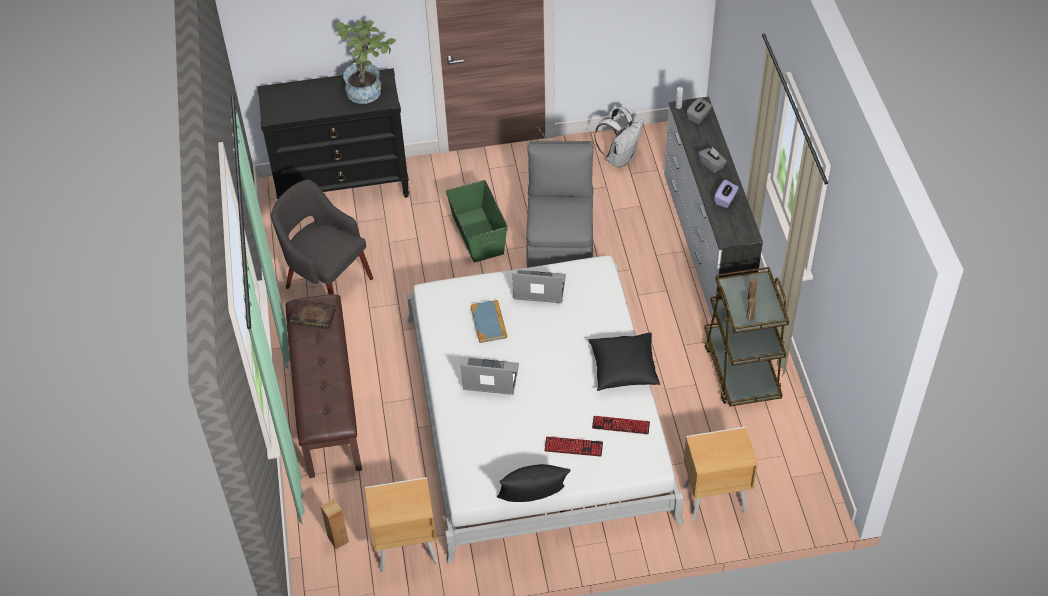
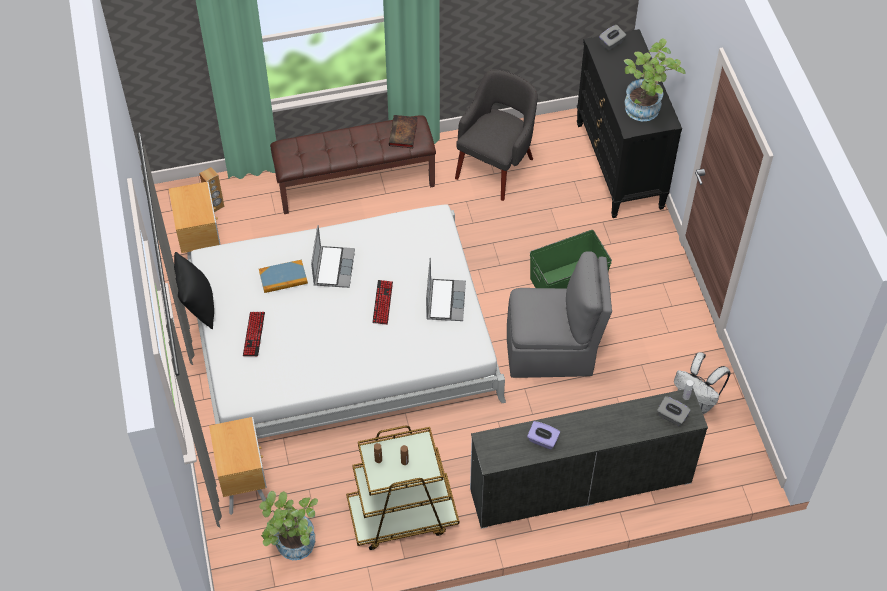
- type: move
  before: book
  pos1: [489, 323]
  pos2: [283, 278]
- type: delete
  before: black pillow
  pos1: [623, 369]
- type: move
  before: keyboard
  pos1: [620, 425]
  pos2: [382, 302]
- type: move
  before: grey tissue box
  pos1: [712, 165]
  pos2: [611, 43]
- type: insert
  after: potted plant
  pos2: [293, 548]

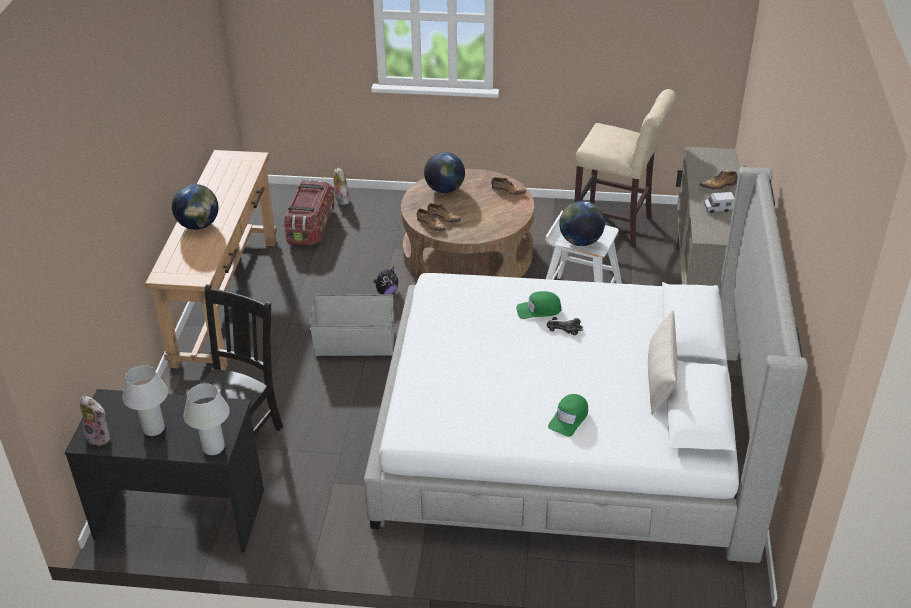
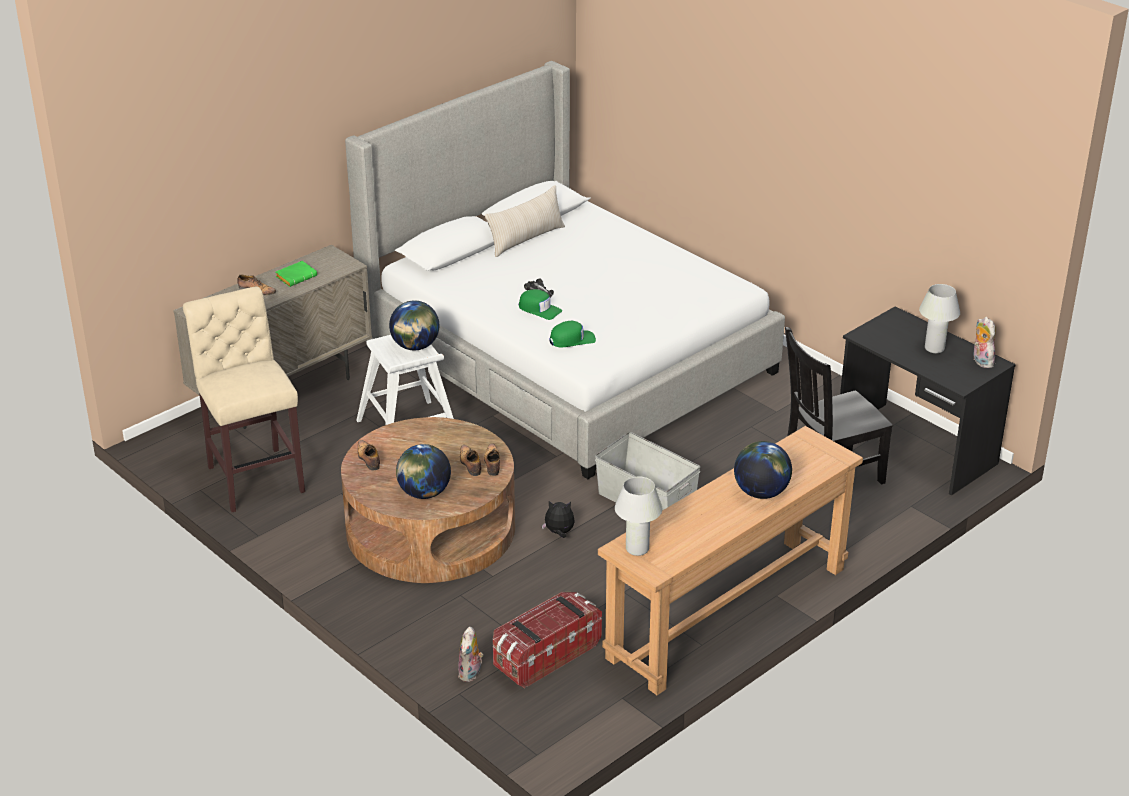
- type: move
  before: white table lamp
  pos1: [213, 447]
  pos2: [637, 549]
- type: move
  before: green cap
  pos1: [569, 418]
  pos2: [572, 339]
- type: replace
  before: toy truck
  after: green book
  pos1: [718, 208]
  pos2: [296, 276]

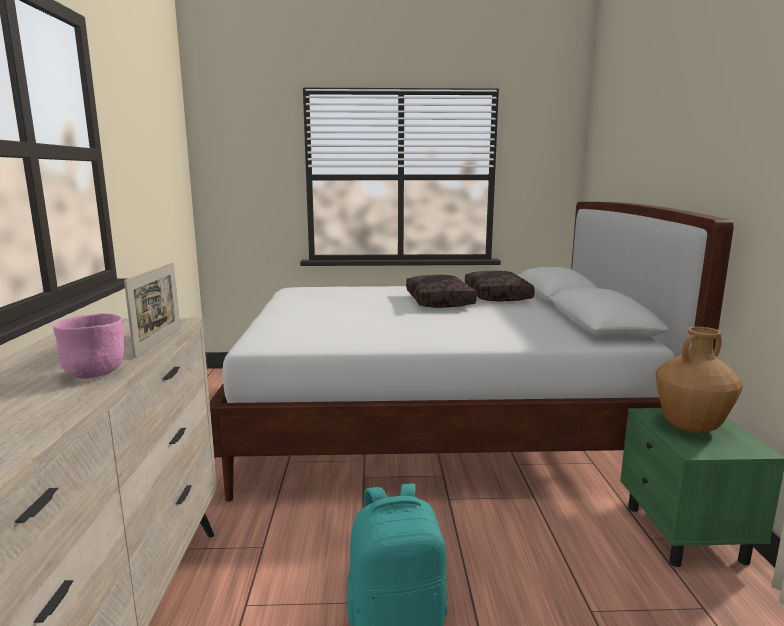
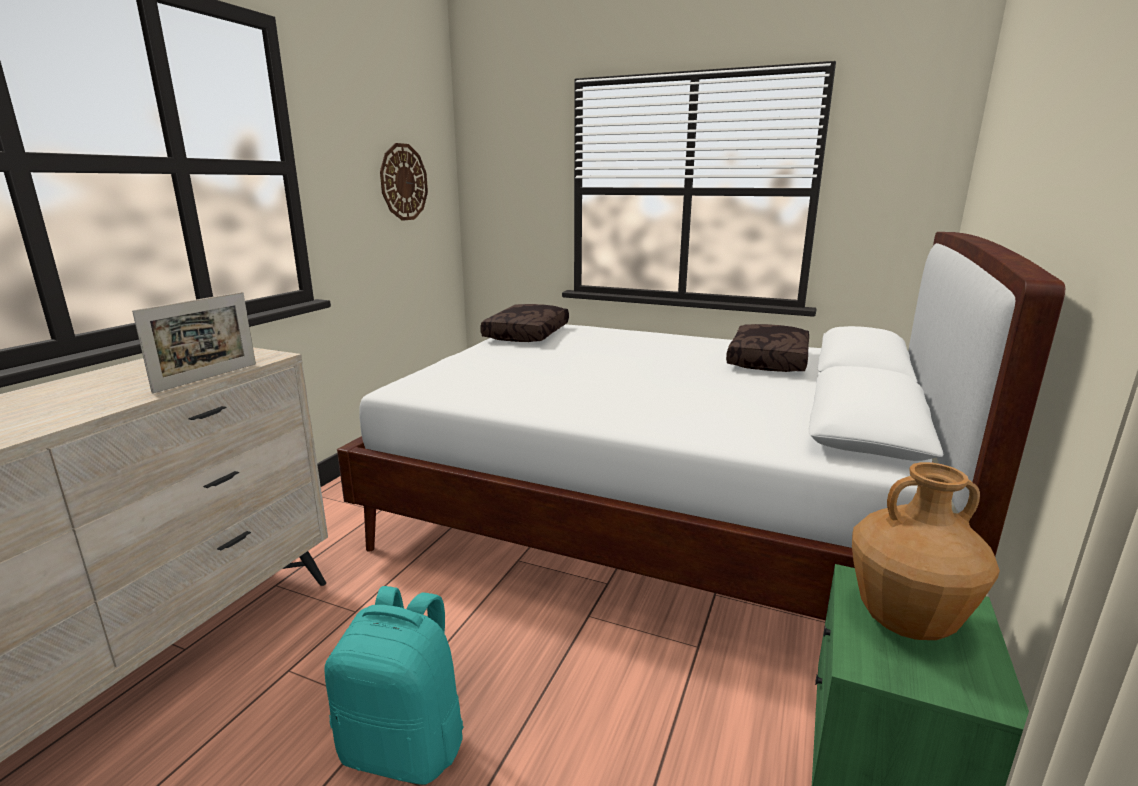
- type: delete
  before: pink bowl
  pos1: [97, 373]
- type: move
  before: brown pillow
  pos1: [440, 301]
  pos2: [528, 334]
- type: insert
  after: wall clock
  pos2: [403, 182]

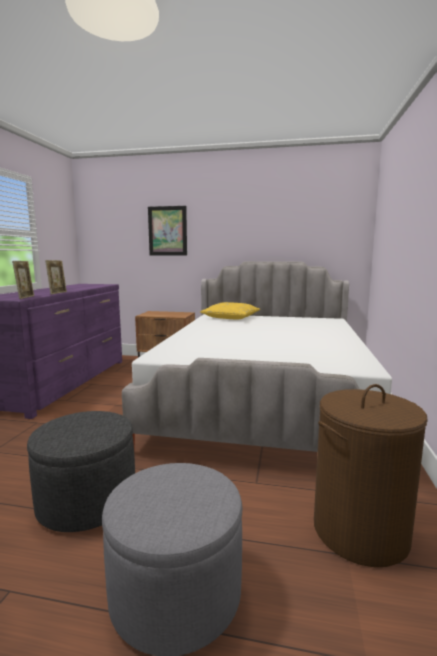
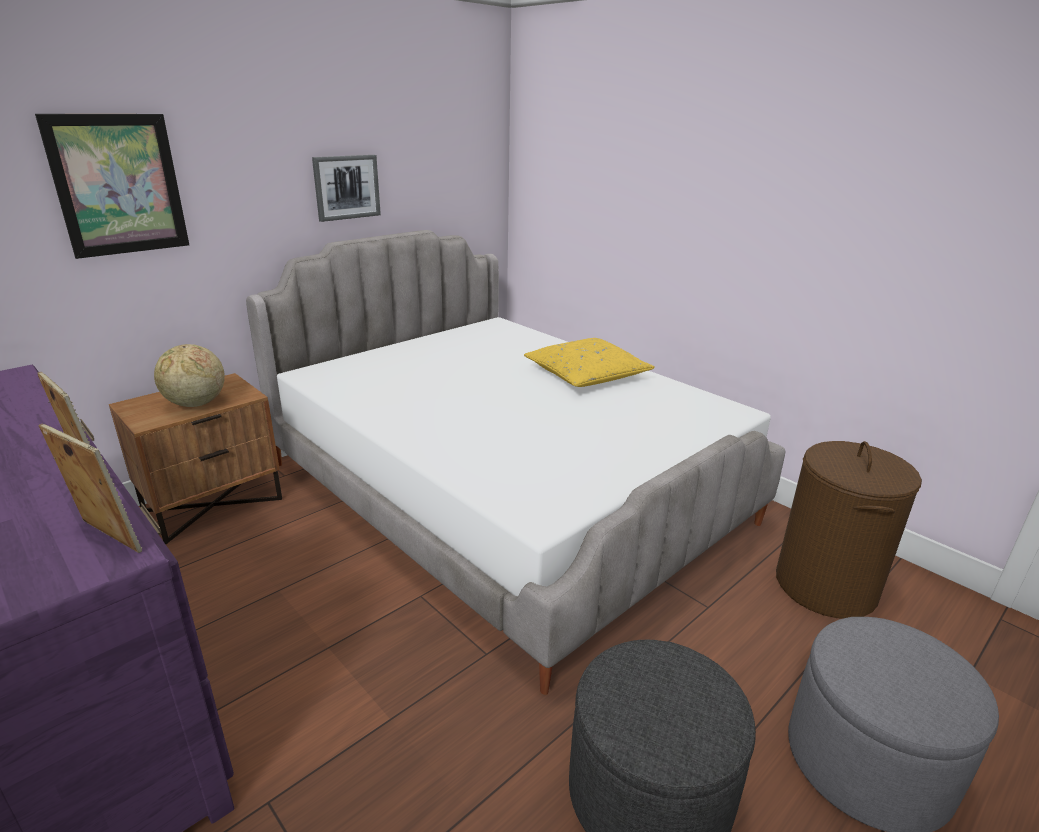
- type: move
  before: yellow pillow
  pos1: [230, 317]
  pos2: [586, 375]
- type: insert
  after: globe
  pos2: [195, 404]
- type: insert
  after: picture
  pos2: [346, 187]

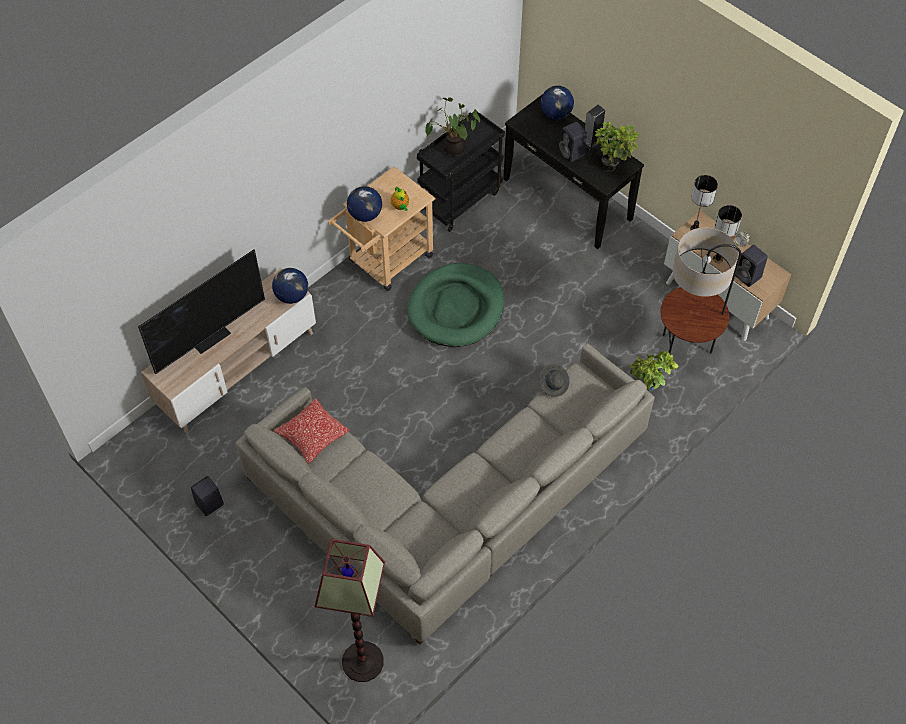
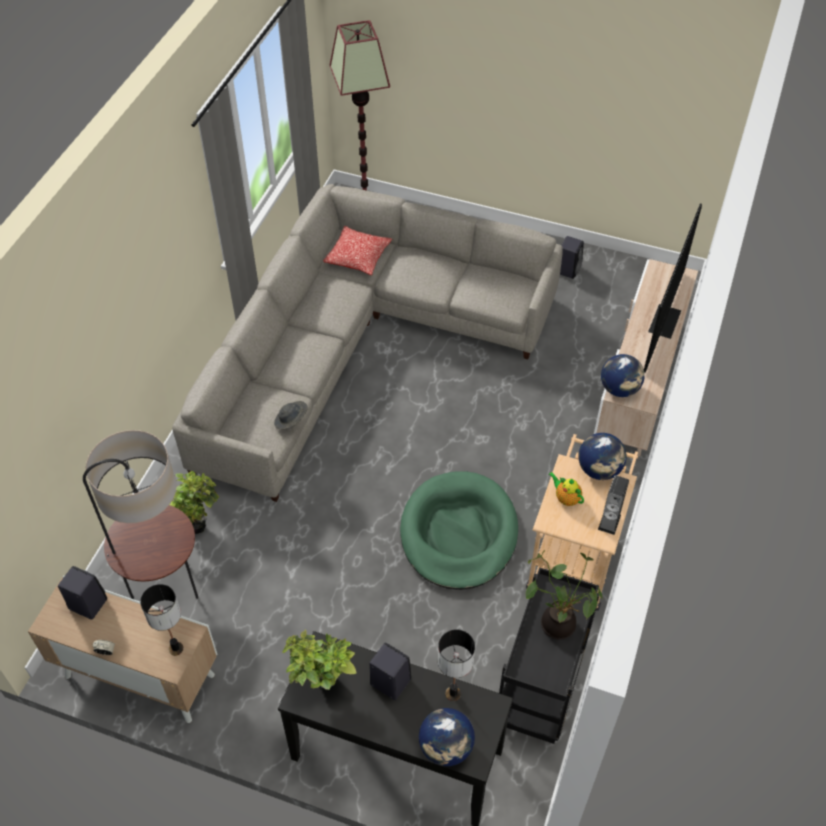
- type: move
  before: pillow
  pos1: [312, 435]
  pos2: [358, 257]
- type: move
  before: speaker
  pos1: [592, 142]
  pos2: [609, 522]
- type: move
  before: table lamp
  pos1: [717, 259]
  pos2: [453, 694]

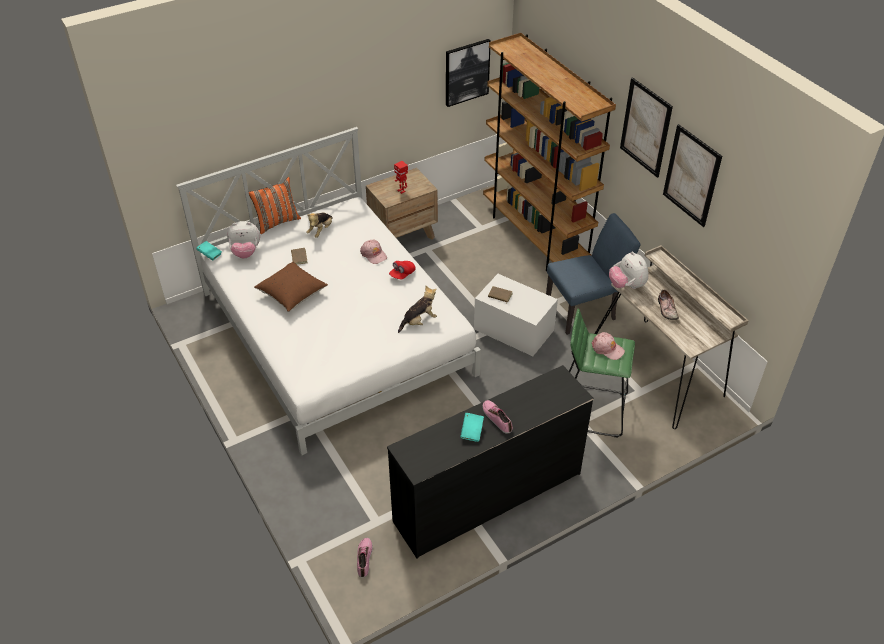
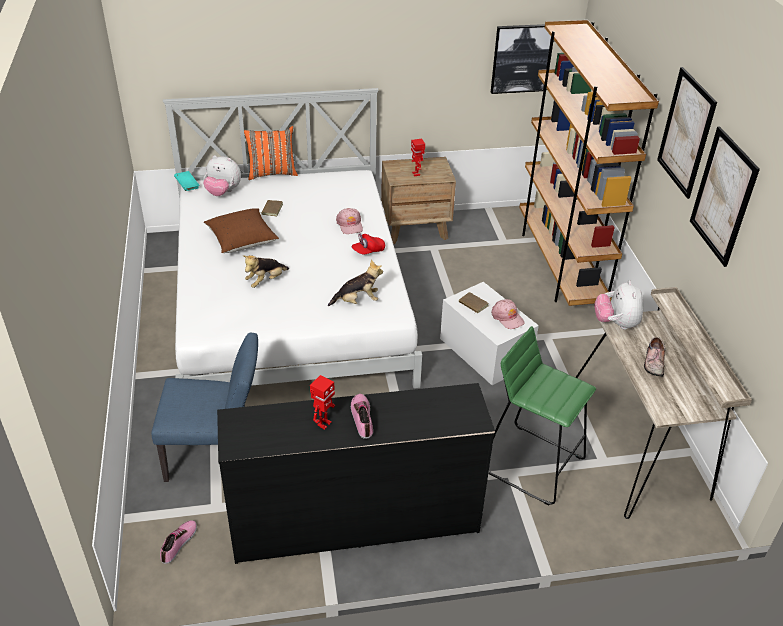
- type: move
  before: plush toy
  pos1: [321, 230]
  pos2: [266, 281]
- type: replace
  before: turquoise book
  after: toy robot
  pos1: [472, 431]
  pos2: [323, 423]
- type: move
  before: blue chair
  pos1: [585, 310]
  pos2: [217, 456]
- type: move
  before: pink cap
  pos1: [607, 348]
  pos2: [507, 317]

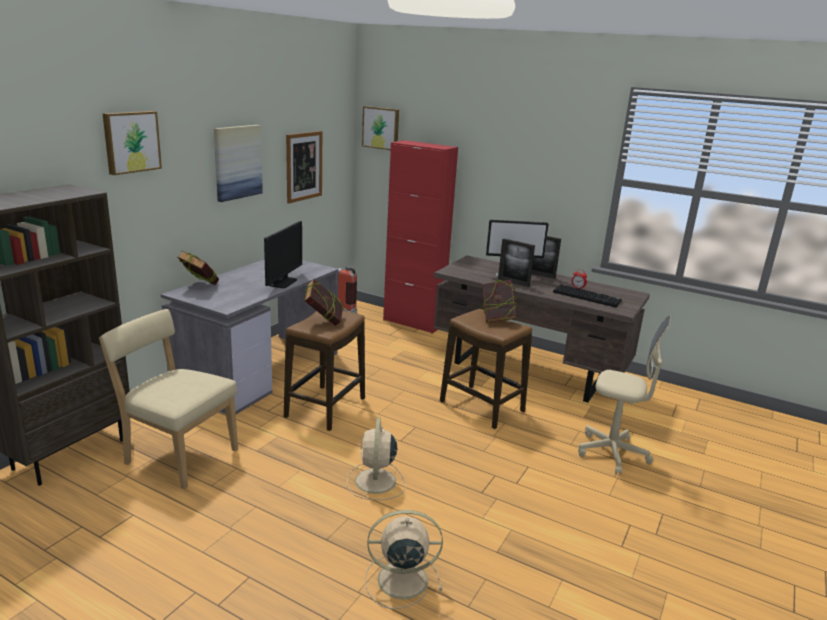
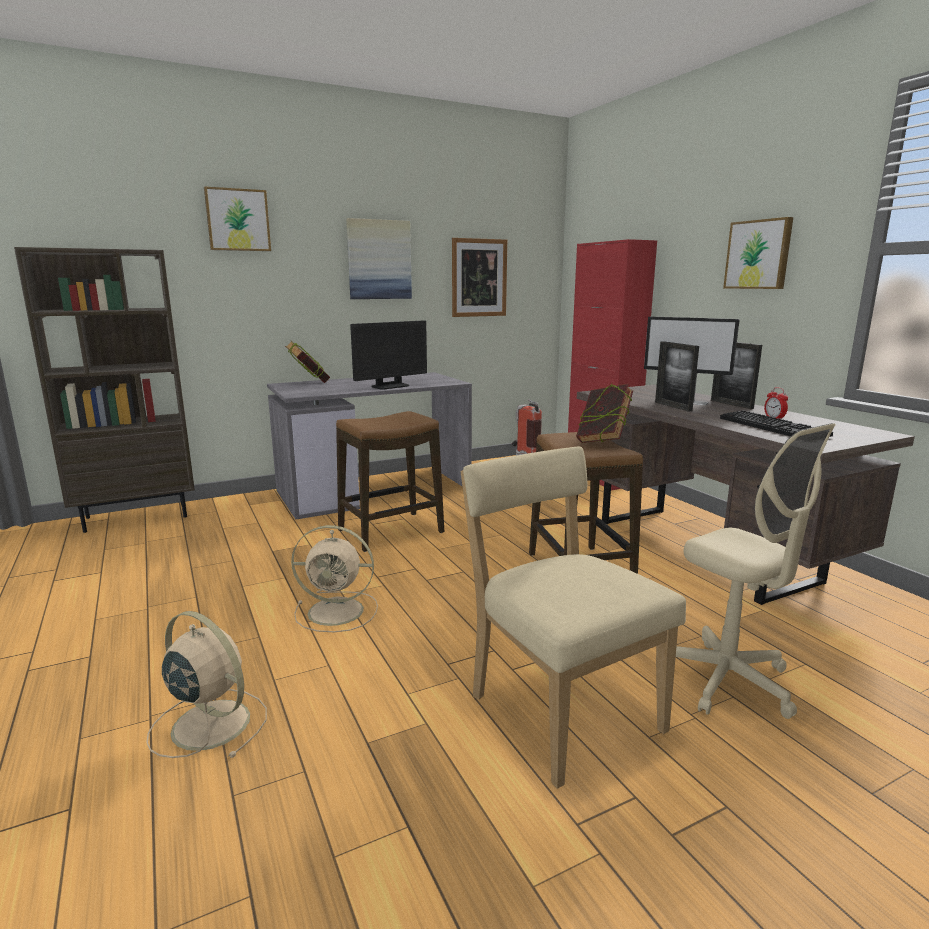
- type: move
  before: beige chair
  pos1: [178, 455]
  pos2: [559, 708]
- type: delete
  before: book
  pos1: [324, 321]
- type: rotate
  before: beige fan
  pos1: [375, 482]
  pos2: [338, 611]
  turn: -120
- type: move
  before: picture
  pos1: [381, 128]
  pos2: [759, 254]

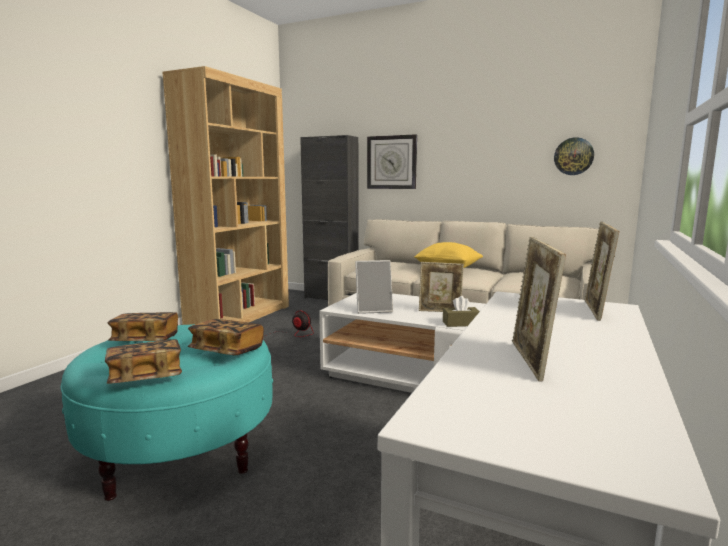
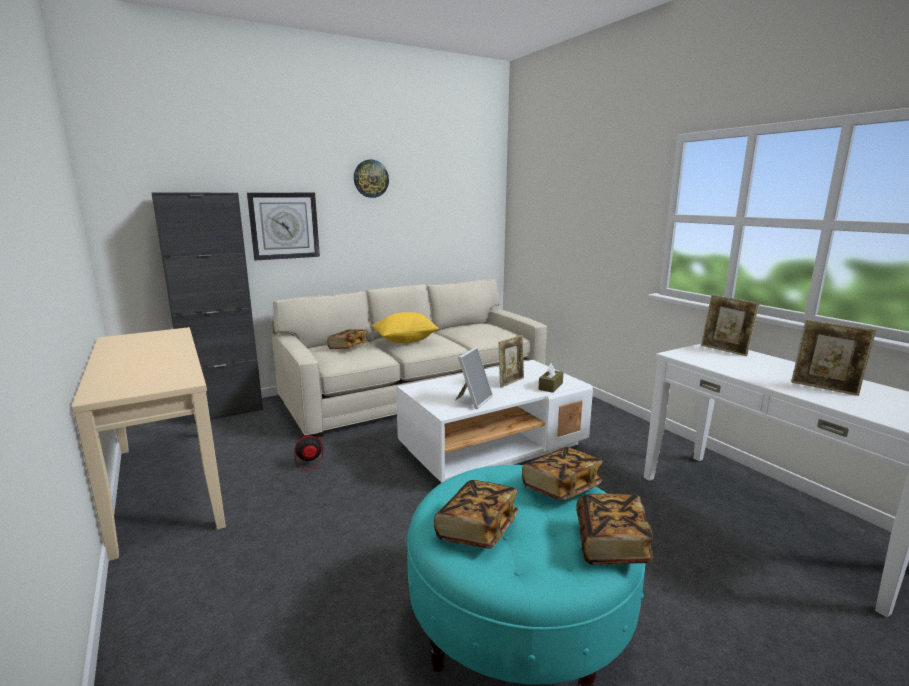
- type: replace
  before: brown bookcase
  after: beige console table
  pos1: [240, 316]
  pos2: [165, 484]
- type: move
  before: wall clock
  pos1: [573, 156]
  pos2: [371, 178]
- type: insert
  after: book
  pos2: [348, 347]

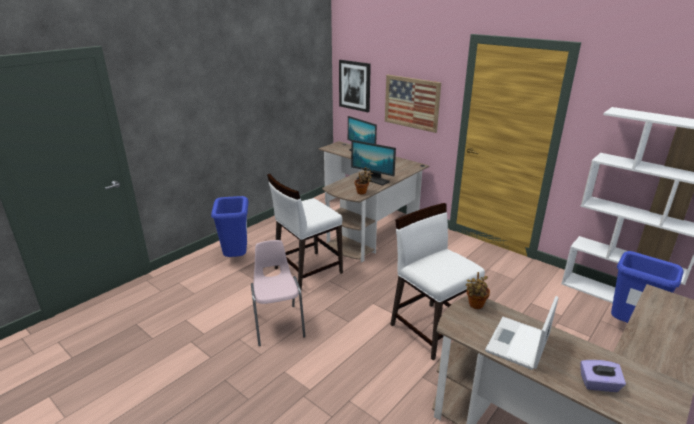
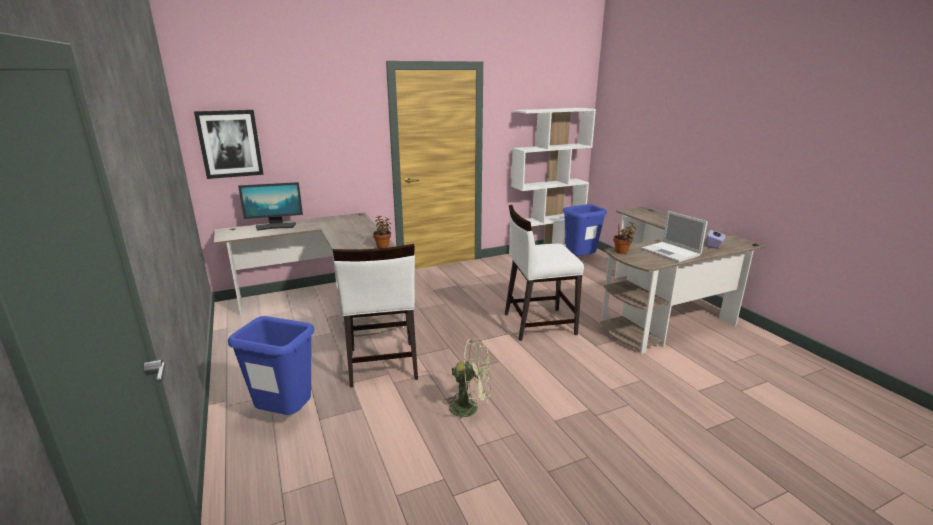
- type: replace
  before: pink chair
  after: green fan
  pos1: [278, 324]
  pos2: [470, 408]
- type: delete
  before: monitor
  pos1: [372, 180]
- type: delete
  before: picture
  pos1: [411, 103]

